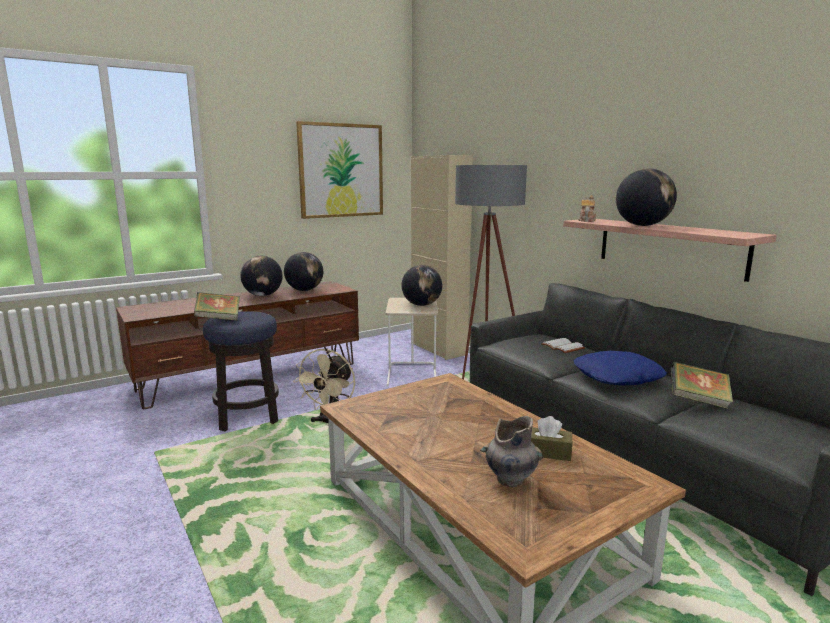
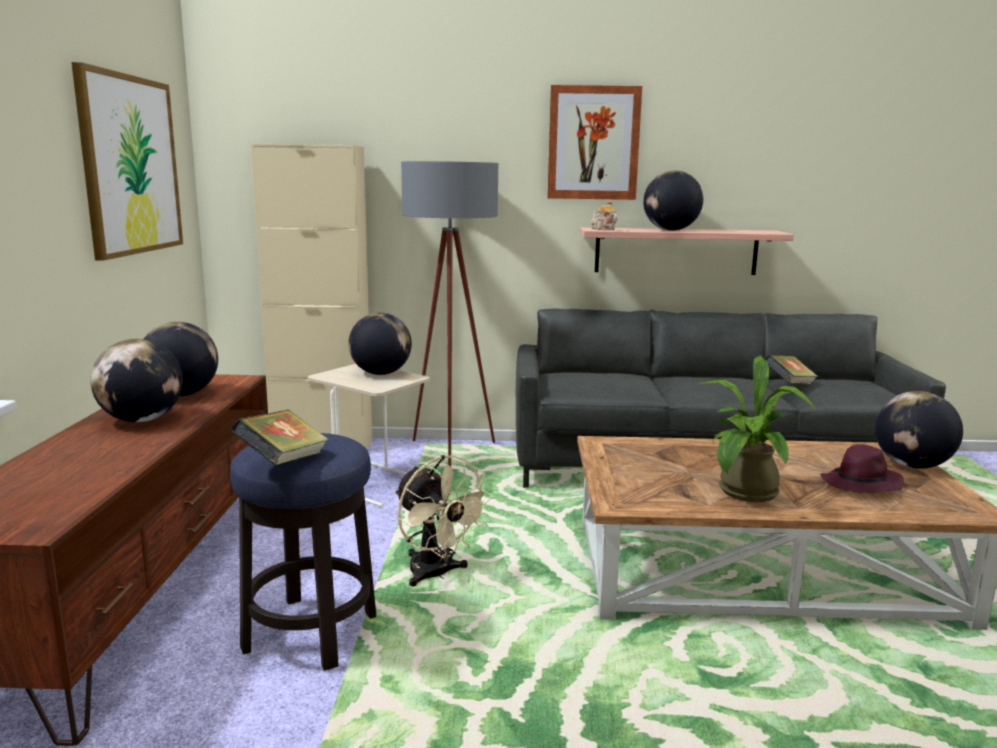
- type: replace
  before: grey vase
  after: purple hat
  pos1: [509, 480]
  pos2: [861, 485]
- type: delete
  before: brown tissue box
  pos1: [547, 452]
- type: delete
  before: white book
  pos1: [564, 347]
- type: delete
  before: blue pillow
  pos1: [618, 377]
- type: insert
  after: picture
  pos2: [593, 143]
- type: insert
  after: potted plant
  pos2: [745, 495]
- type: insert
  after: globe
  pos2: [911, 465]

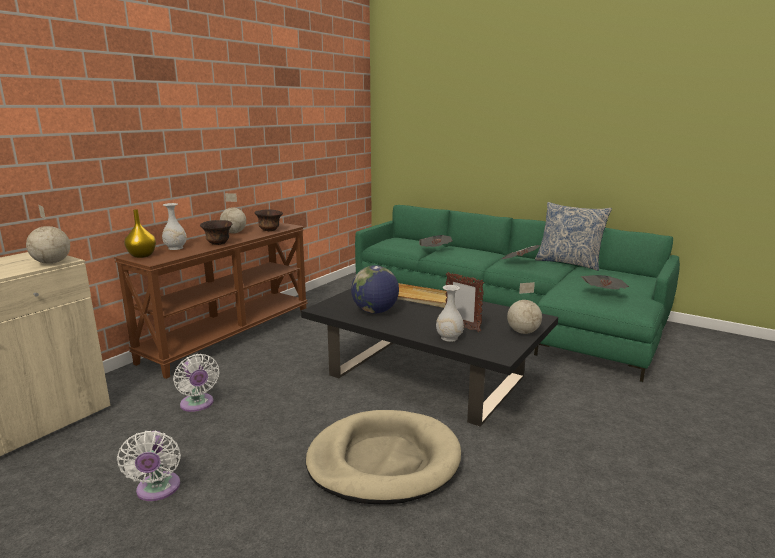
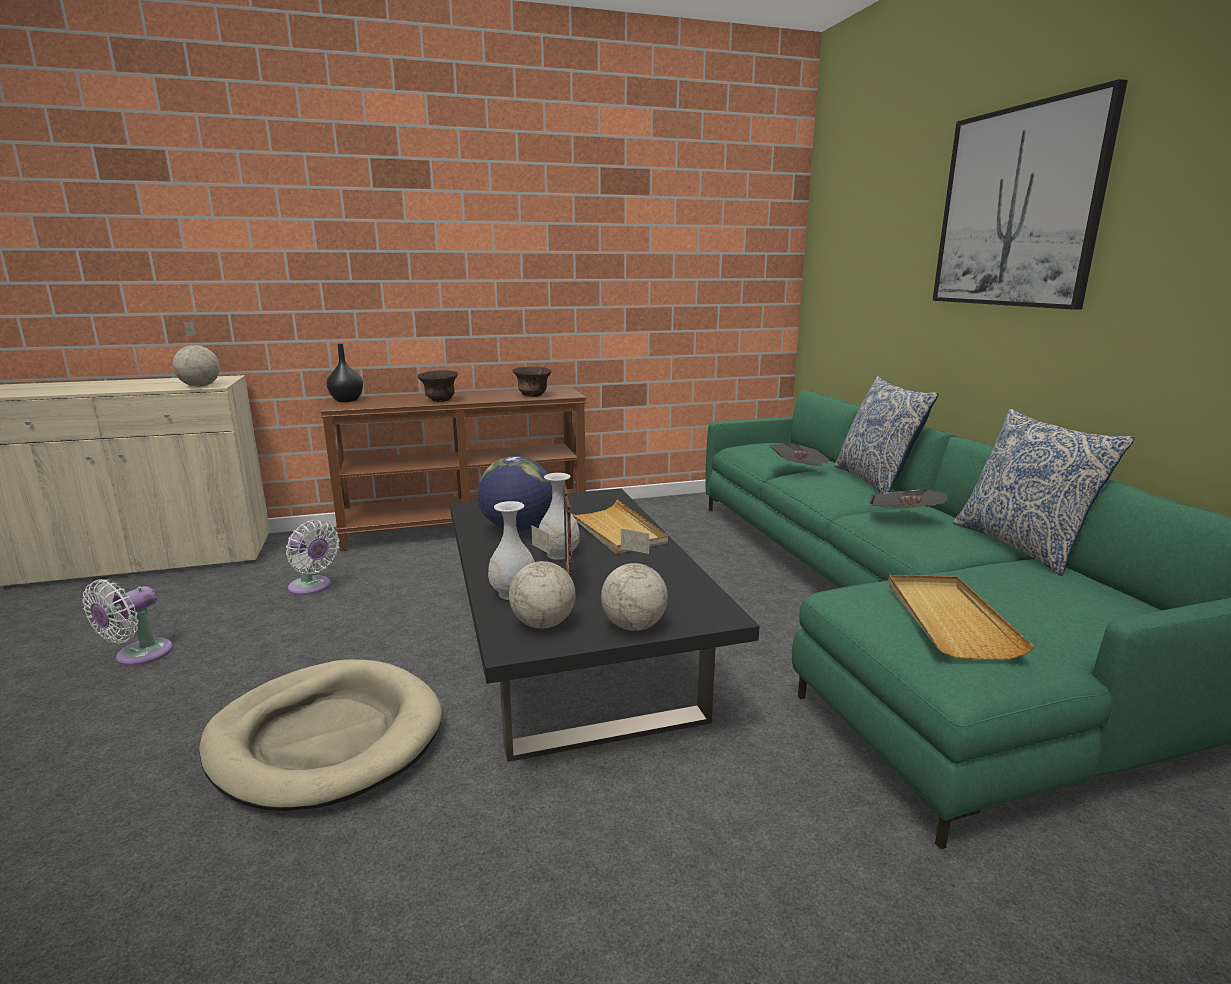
- type: recolor
  before: yellow vase
  after: black vase
  pos1: [142, 255]
  pos2: [347, 400]
- type: move
  before: white vase
  pos1: [175, 248]
  pos2: [558, 554]
- type: rotate
  before: white fan
  pos1: [198, 405]
  pos2: [312, 587]
  turn: -60
- type: move
  before: globe
  pos1: [234, 233]
  pos2: [543, 624]
- type: replace
  before: newspaper
  after: beige tray
  pos1: [603, 294]
  pos2: [948, 619]
- type: insert
  after: pillow
  pos2: [875, 481]
- type: insert
  after: picture
  pos2: [1018, 208]

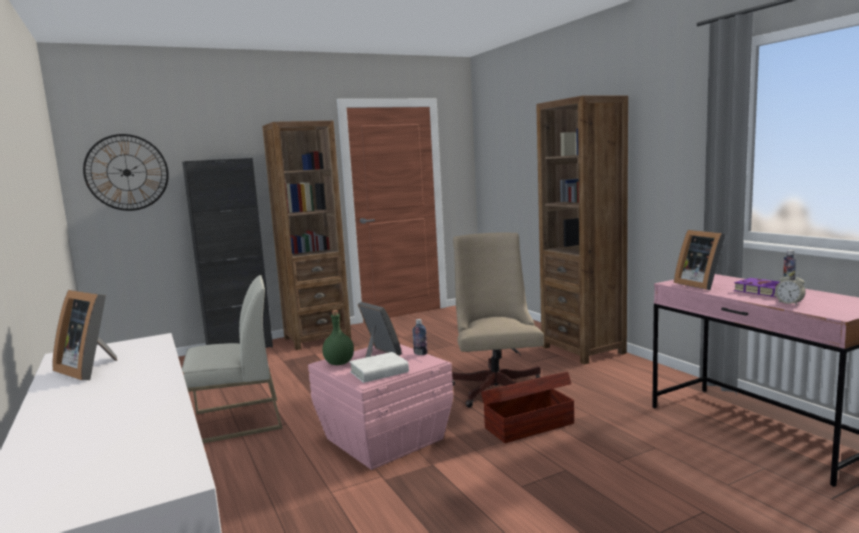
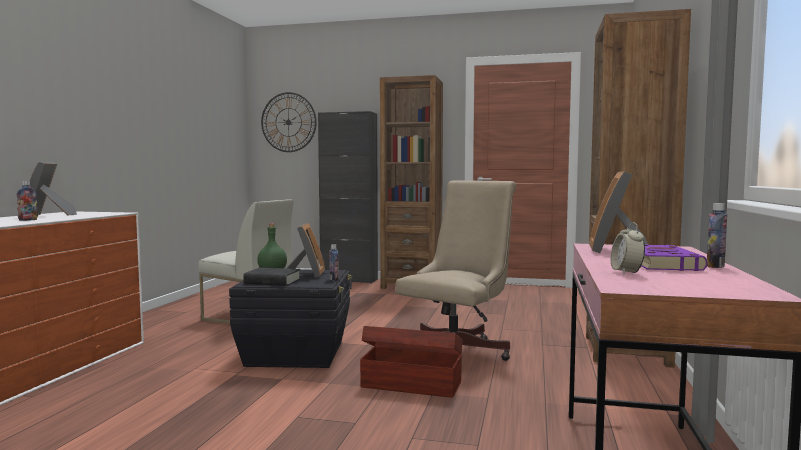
- type: recolor
  before: pink storage box
  after: black storage box
  pos1: [384, 438]
  pos2: [296, 353]
- type: recolor
  before: white book
  after: black book
  pos1: [379, 372]
  pos2: [272, 281]
- type: insert
  after: bottle
  pos2: [28, 220]

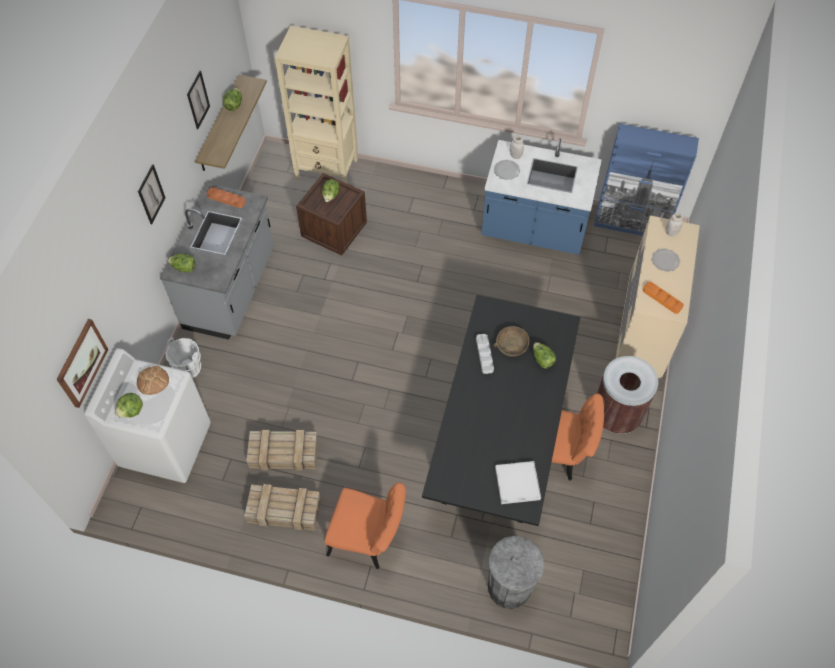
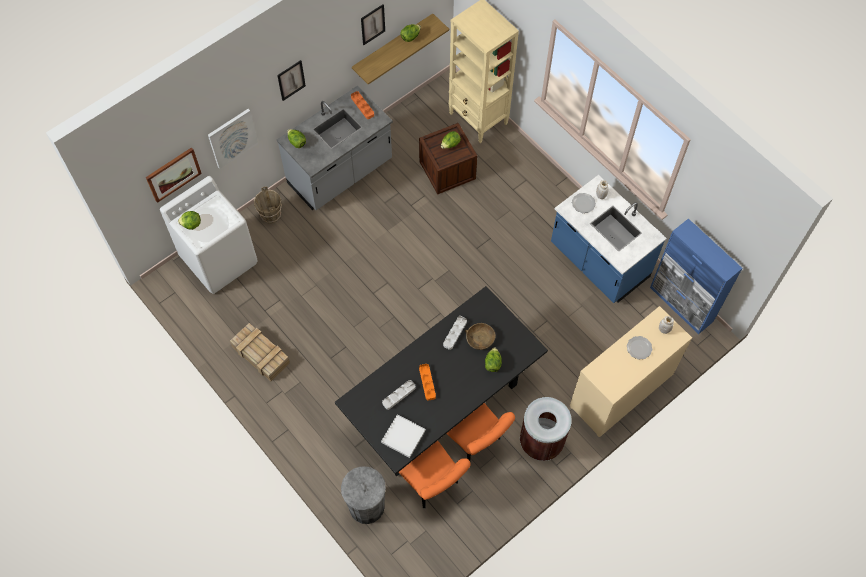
- type: delete
  before: bread
  pos1: [152, 381]
- type: recolor
  before: white bucket
  after: brown bucket
  pos1: [189, 369]
  pos2: [270, 215]
- type: delete
  before: crate
  pos1: [285, 453]
- type: move
  before: orange chair
  pos1: [369, 539]
  pos2: [431, 483]
- type: move
  before: orange tray
  pos1: [662, 299]
  pos2: [427, 382]
- type: insert
  after: picture
  pos2: [232, 138]
- type: insert
  after: grey tray
  pos2: [399, 395]

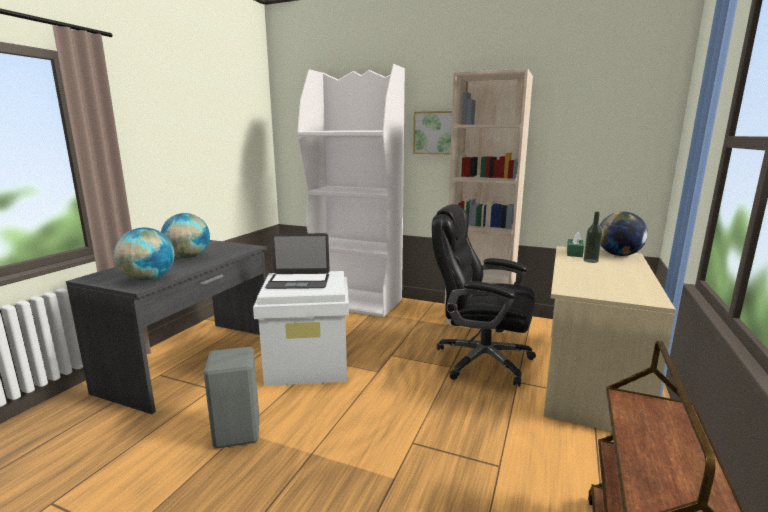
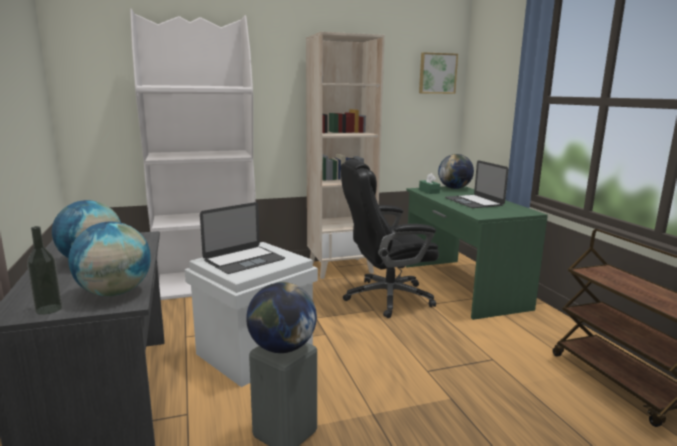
- type: move
  before: picture
  pos1: [434, 133]
  pos2: [437, 73]
- type: recolor
  before: beige desk
  after: green desk
  pos1: [588, 377]
  pos2: [461, 286]
- type: move
  before: bottle
  pos1: [590, 261]
  pos2: [49, 309]
- type: insert
  after: globe
  pos2: [282, 348]
- type: insert
  after: laptop
  pos2: [473, 201]

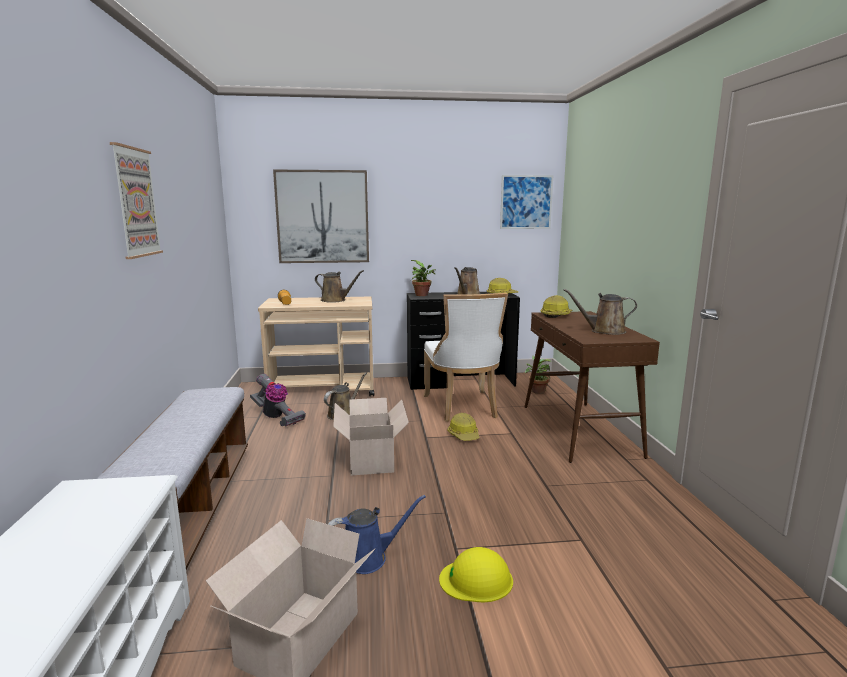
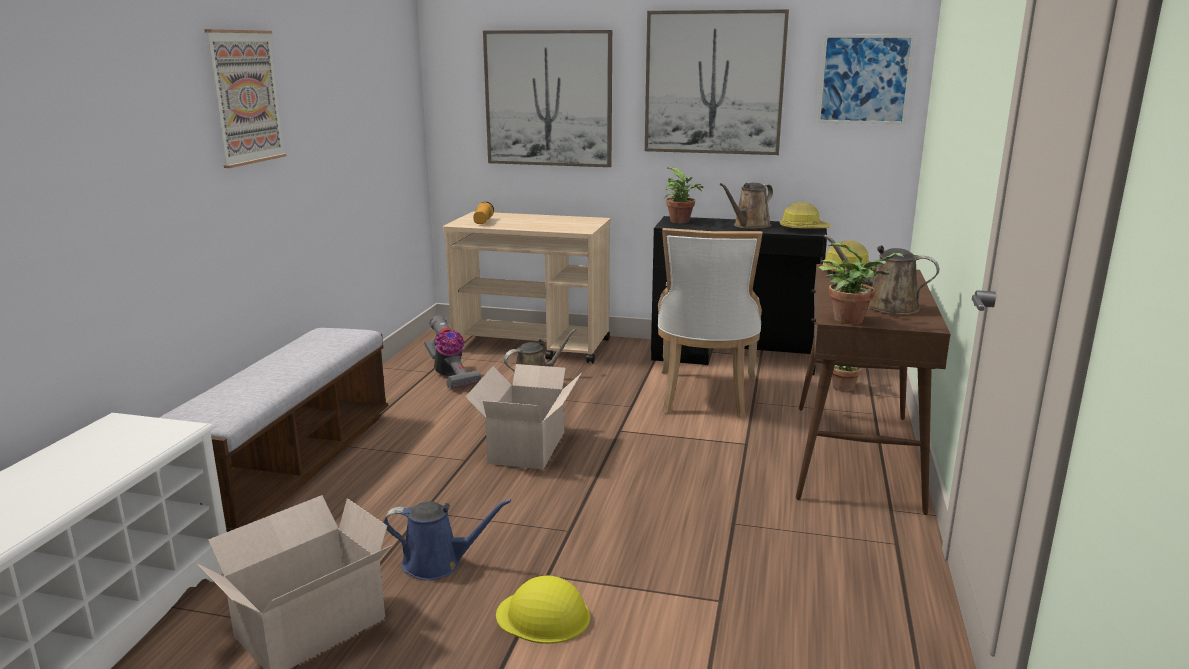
- type: delete
  before: brown watering can
  pos1: [335, 300]
- type: delete
  before: hard hat
  pos1: [464, 435]
- type: insert
  after: picture
  pos2: [714, 83]
- type: insert
  after: potted plant
  pos2: [852, 320]

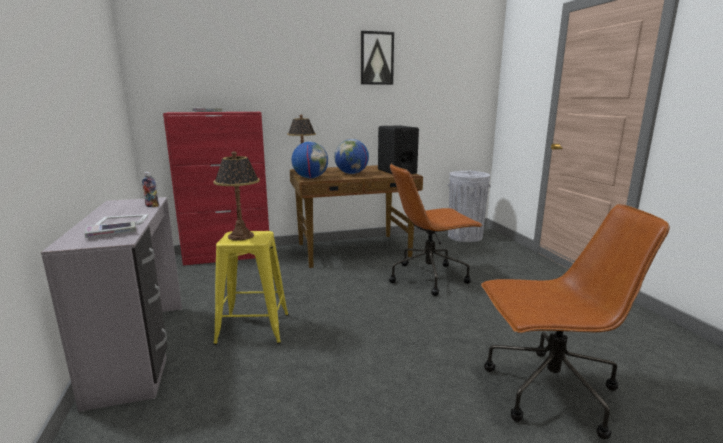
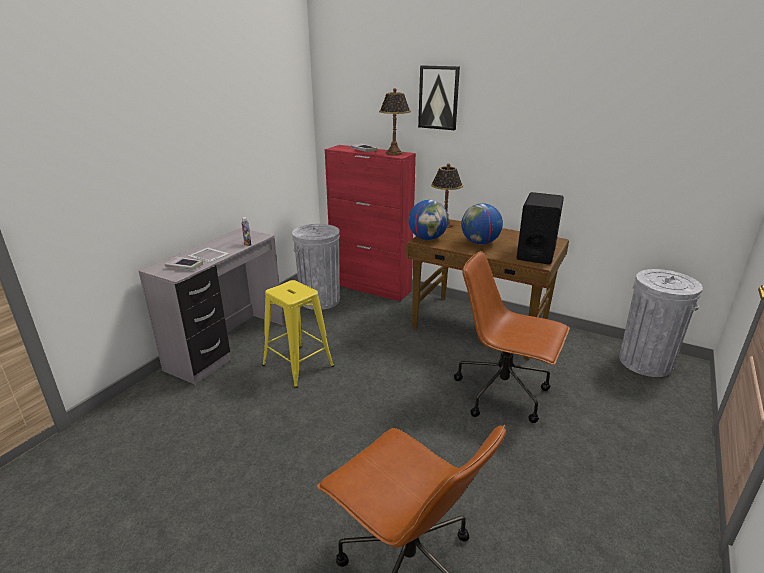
- type: move
  before: table lamp
  pos1: [241, 236]
  pos2: [394, 153]
- type: move
  before: picture
  pos1: [376, 58]
  pos2: [438, 97]
- type: insert
  after: grey trash can
  pos2: [320, 300]

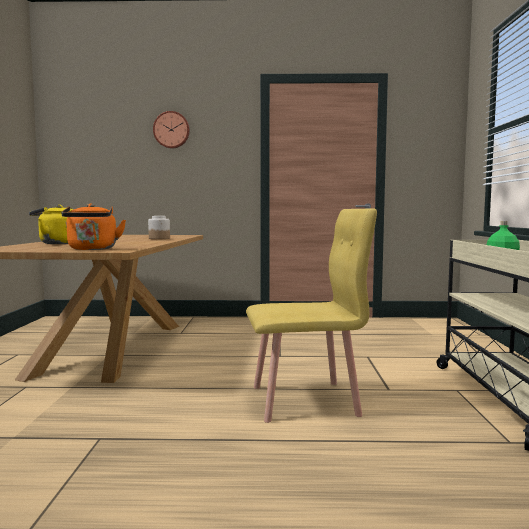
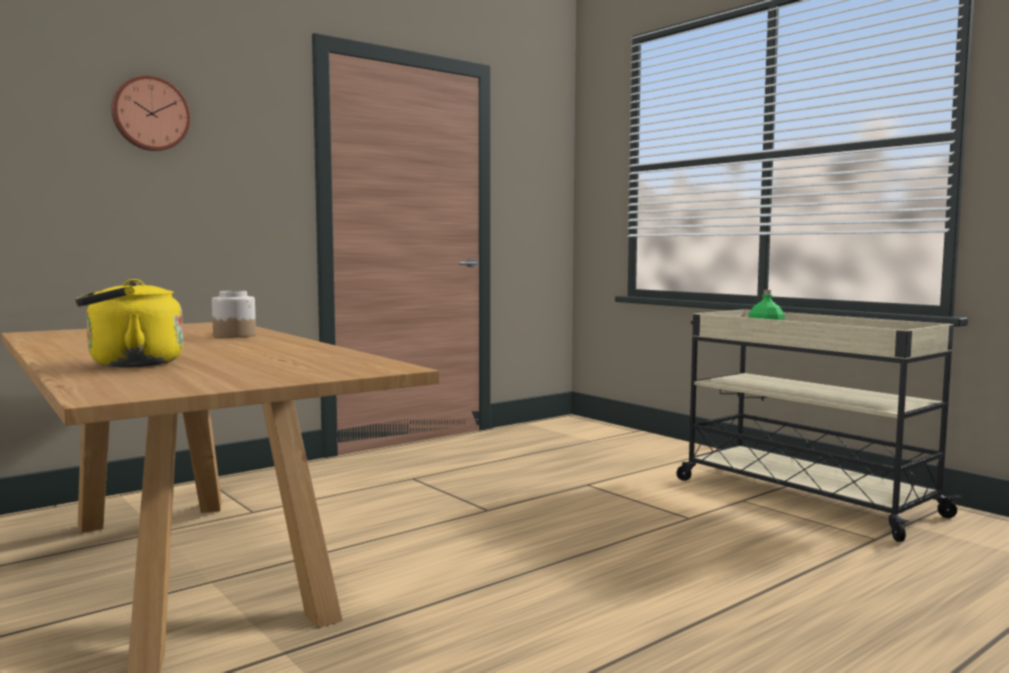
- type: delete
  before: orange kettle
  pos1: [92, 249]
- type: delete
  before: yellow chair
  pos1: [305, 401]

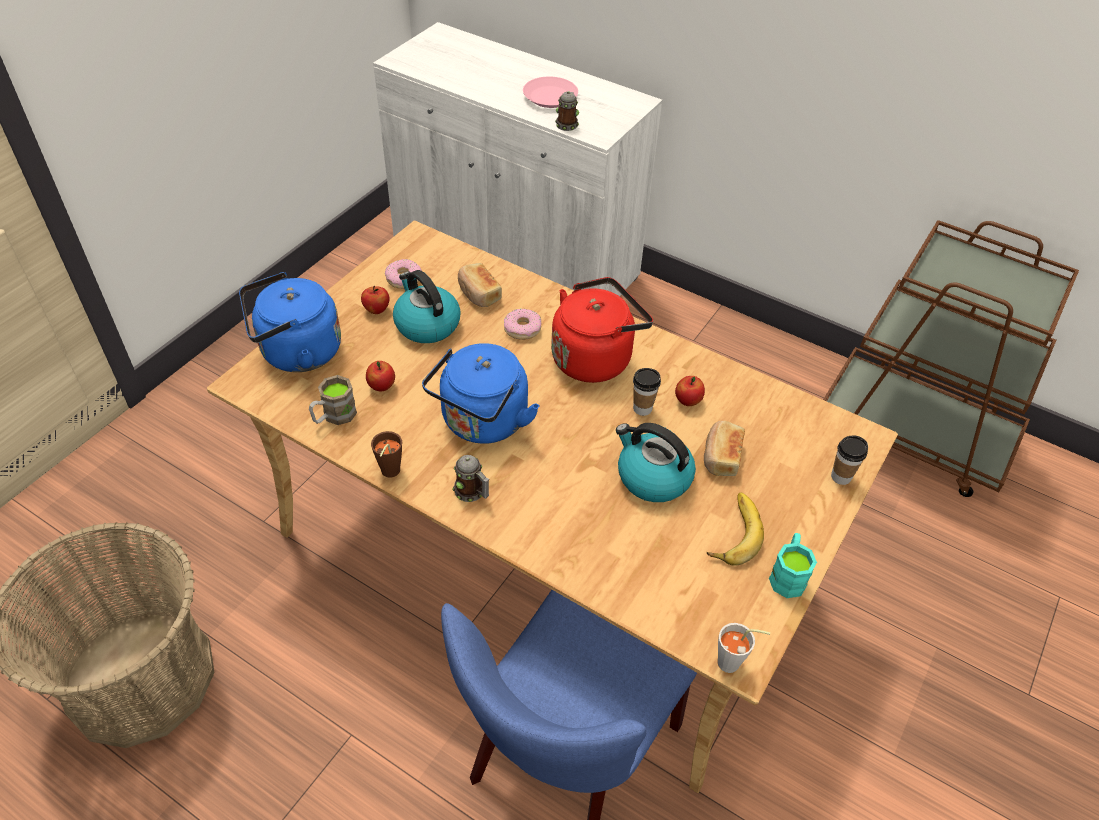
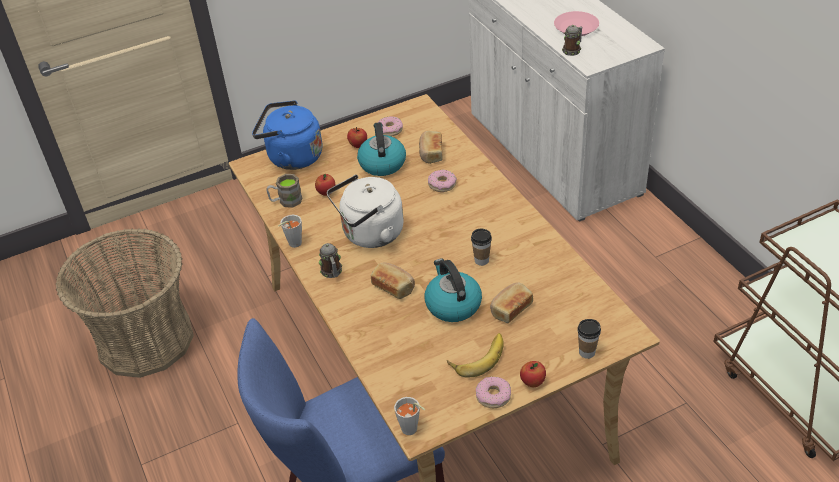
- type: recolor
  before: brown cup
  after: grey cup
  pos1: [389, 473]
  pos2: [292, 244]
- type: recolor
  before: blue kettle
  after: white kettle
  pos1: [482, 423]
  pos2: [370, 234]
- type: delete
  before: red kettle
  pos1: [595, 357]
- type: move
  before: apple
  pos1: [687, 401]
  pos2: [532, 382]
- type: replace
  before: turquoise mug
  after: donut
  pos1: [788, 574]
  pos2: [493, 396]
- type: insert
  after: bread
  pos2: [394, 286]

